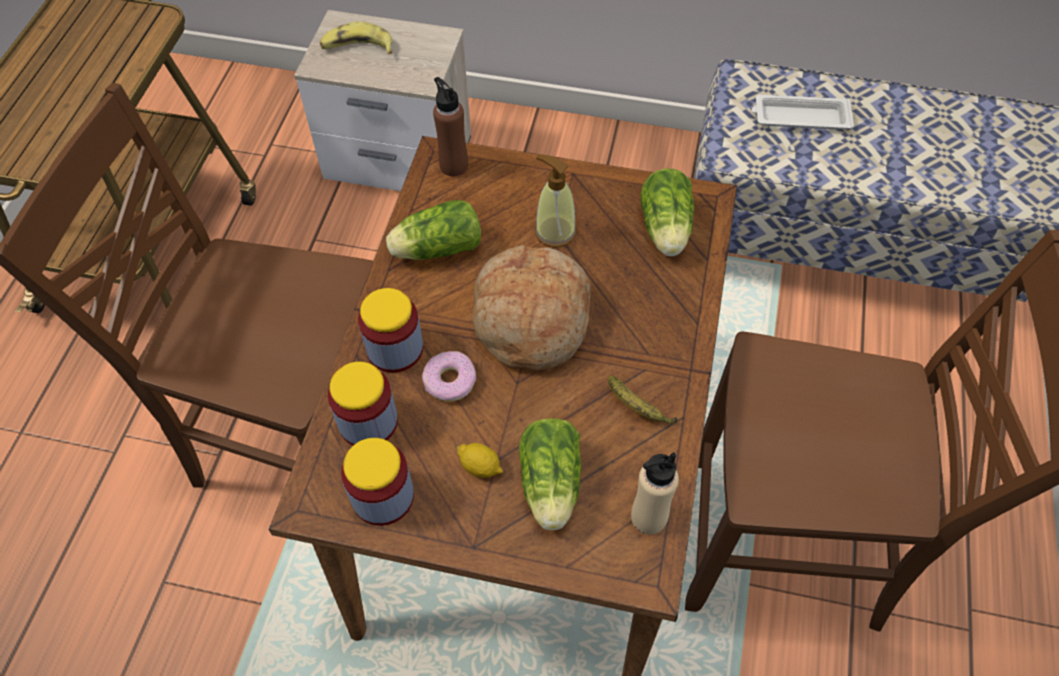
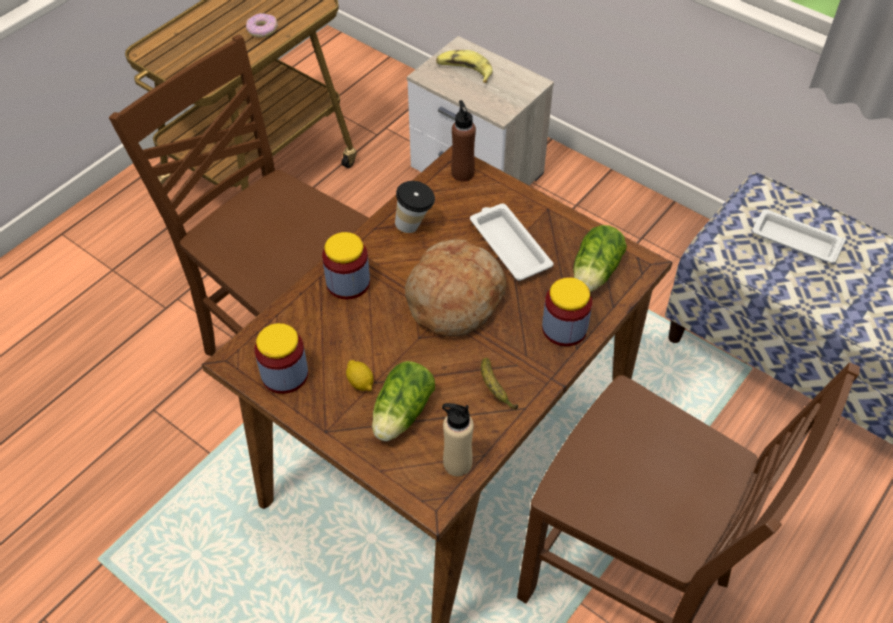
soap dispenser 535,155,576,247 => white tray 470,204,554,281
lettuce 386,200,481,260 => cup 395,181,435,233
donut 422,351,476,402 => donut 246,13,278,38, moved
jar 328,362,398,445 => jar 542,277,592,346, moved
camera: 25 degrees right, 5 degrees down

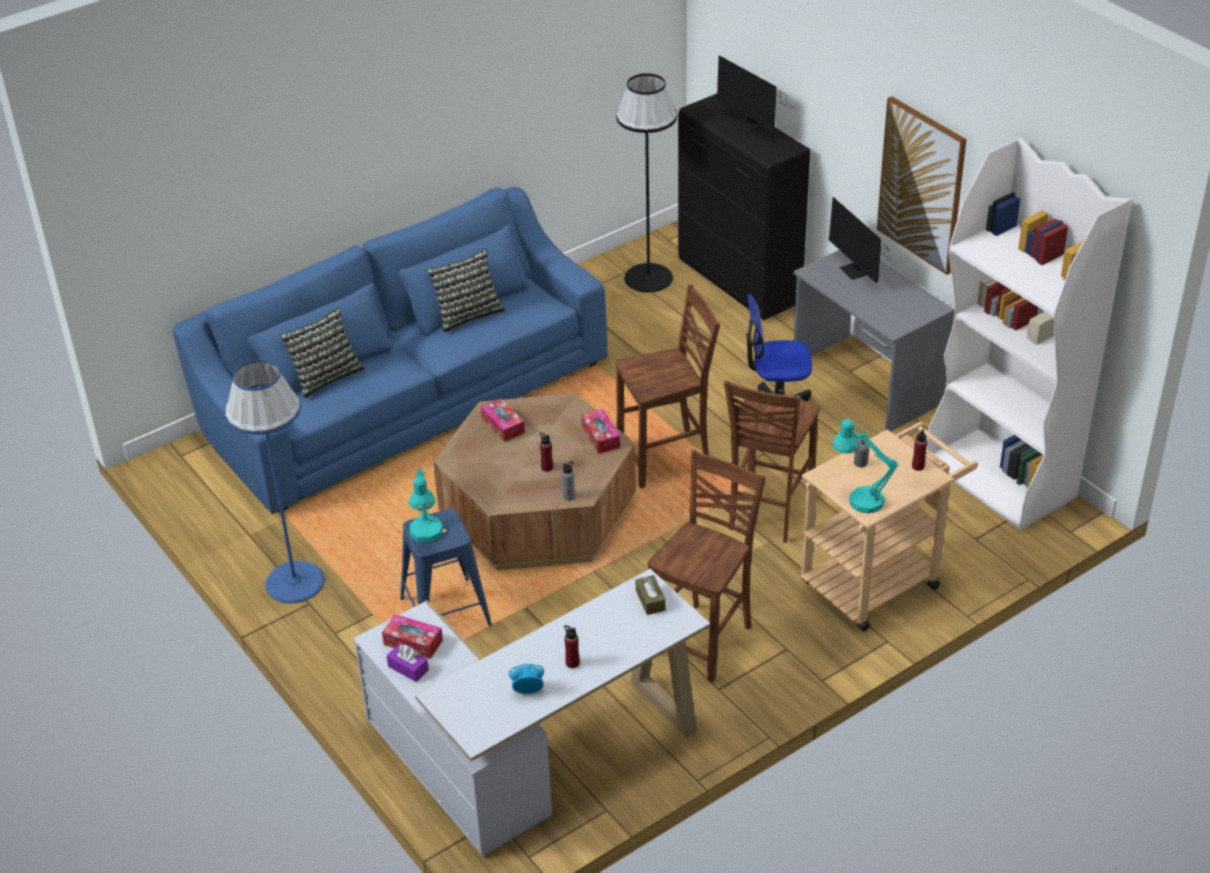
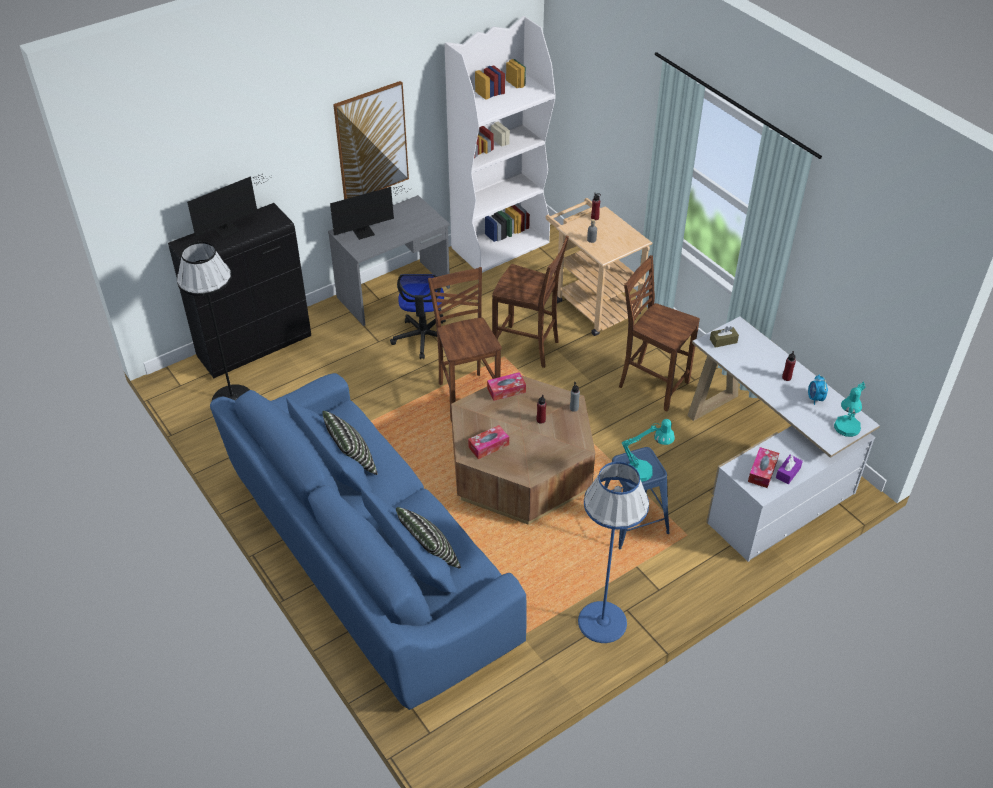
turquoise table lamp 833,419,898,513 => turquoise table lamp 834,383,865,437, moved
camera: 90 degrees left, 5 degrees up

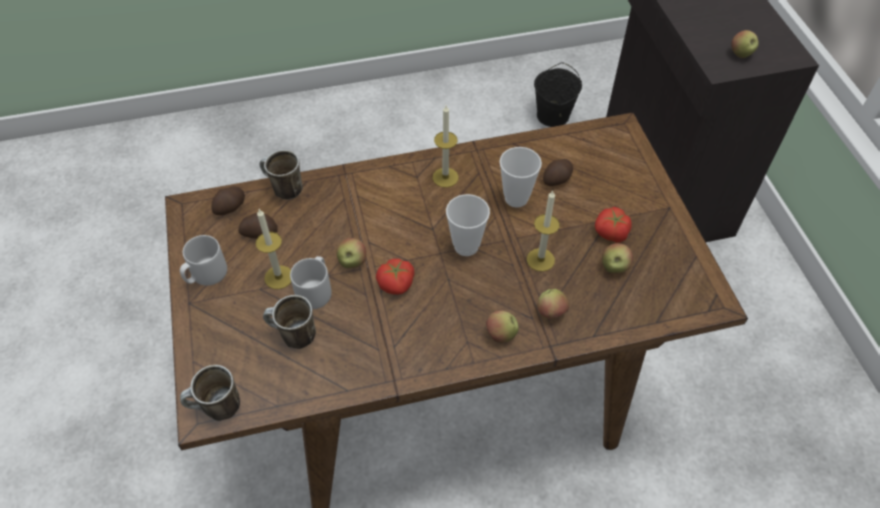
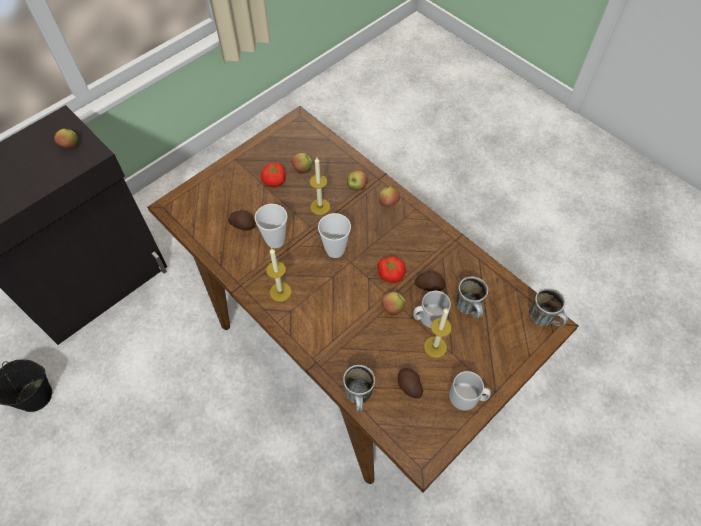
potato 211,186,245,215 => potato 415,271,445,291, moved
camera: 120 degrees left, 5 degrees up

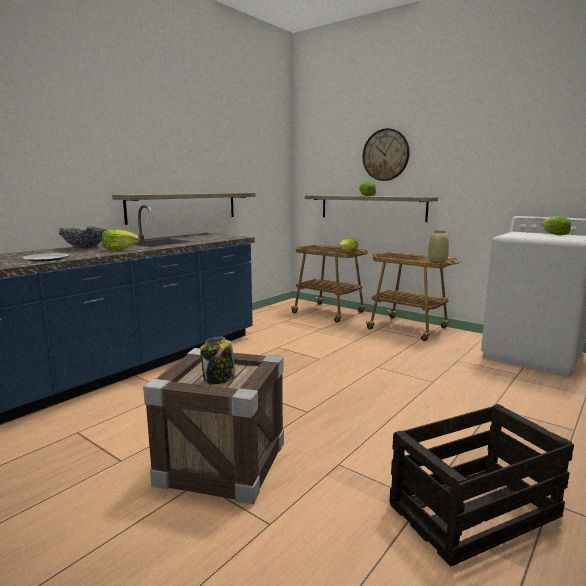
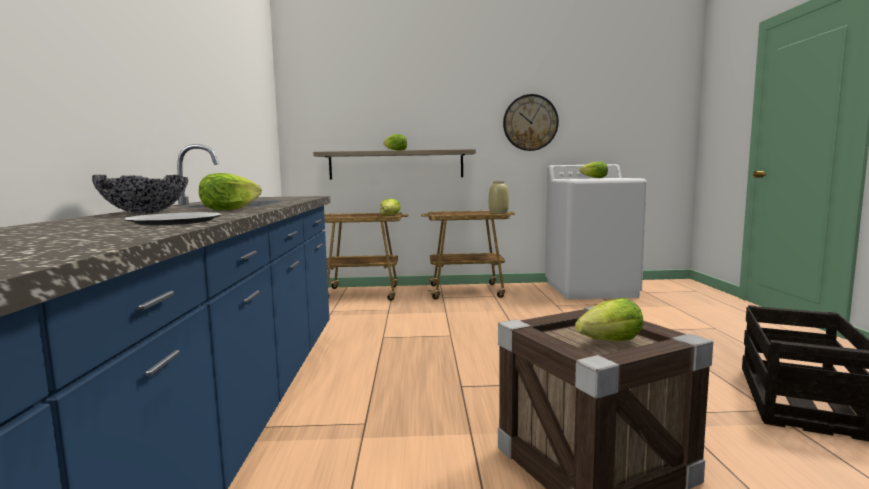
wall clock 363,128,410,181 => wall clock 503,94,559,151, moved
shelf 112,193,256,225 => nothing
jar 200,337,236,385 => lettuce 575,298,644,341
camera: 40 degrees left, 5 degrees down

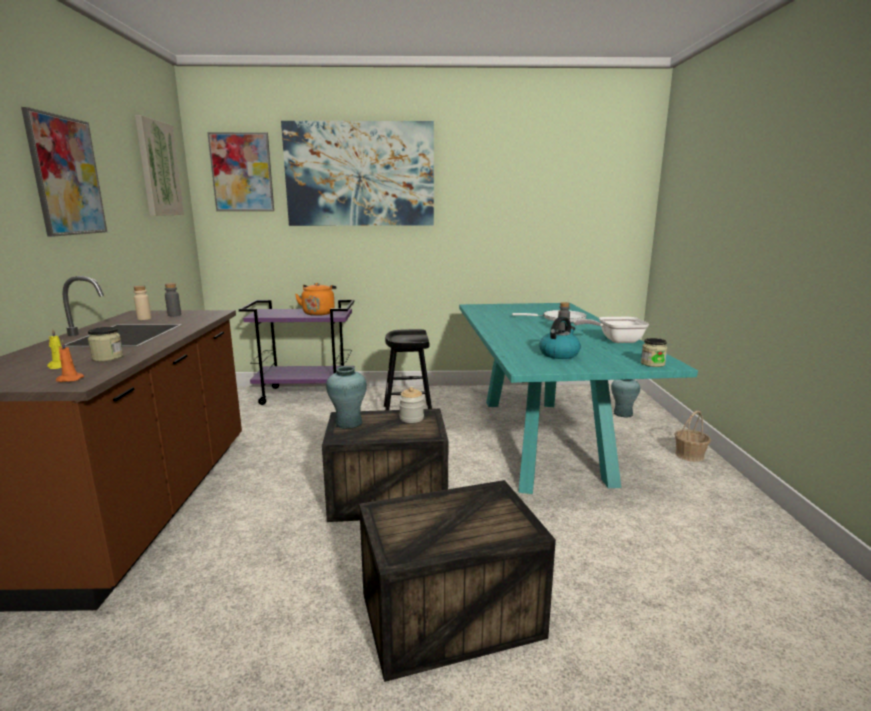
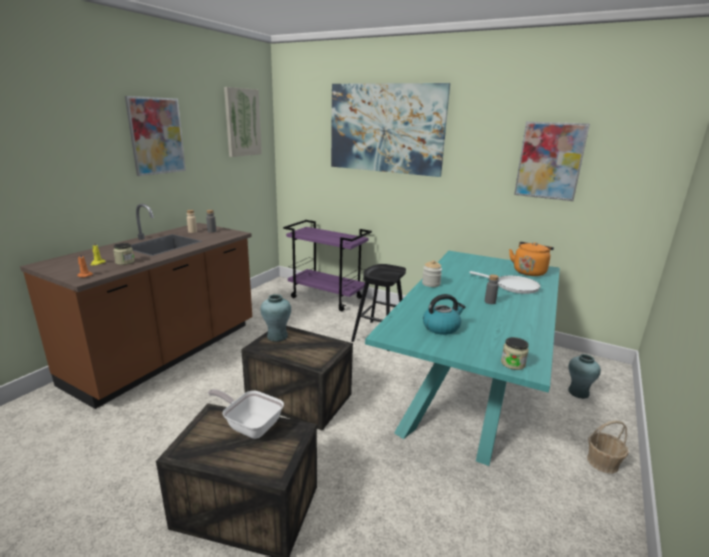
picture 207,132,274,211 => picture 514,122,590,201, moved
orange kettle 295,283,336,316 => orange kettle 509,242,554,276, moved
frying pan 574,317,649,343 => frying pan 208,389,284,439, moved
jar 399,387,424,423 => jar 422,260,442,287, moved
camera: 30 degrees right, 5 degrees up

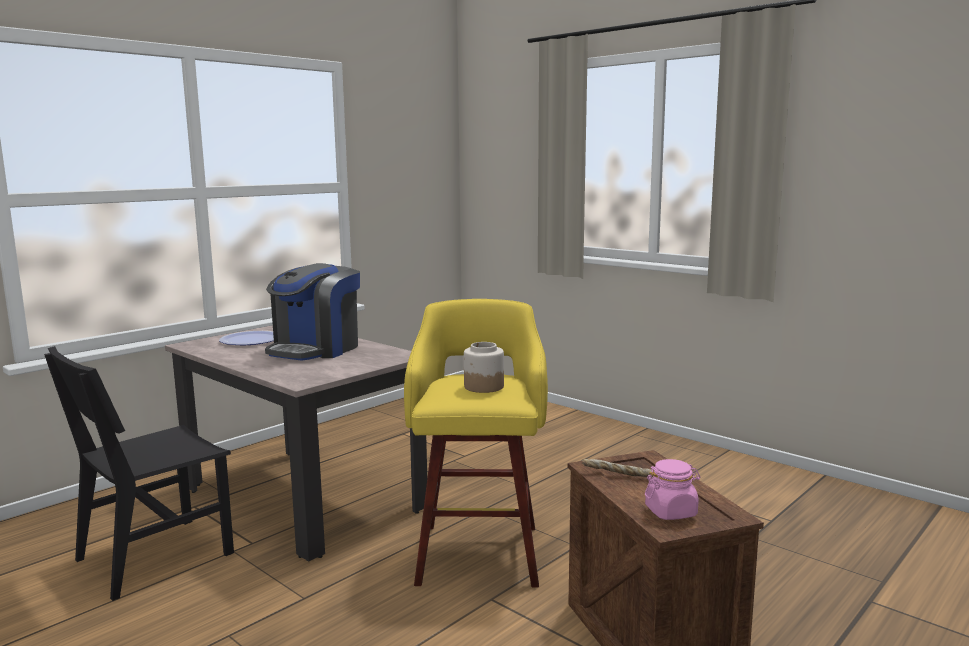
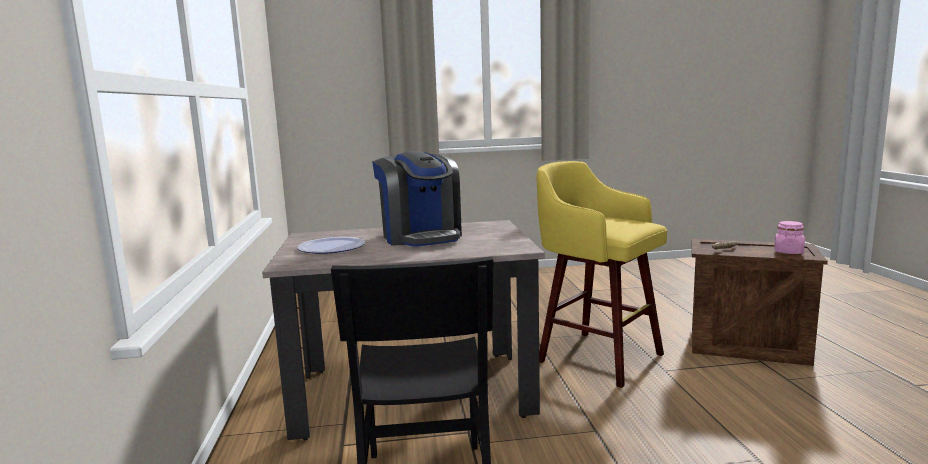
jar 464,342,504,393 => nothing
camera: 50 degrees left, 0 degrees up

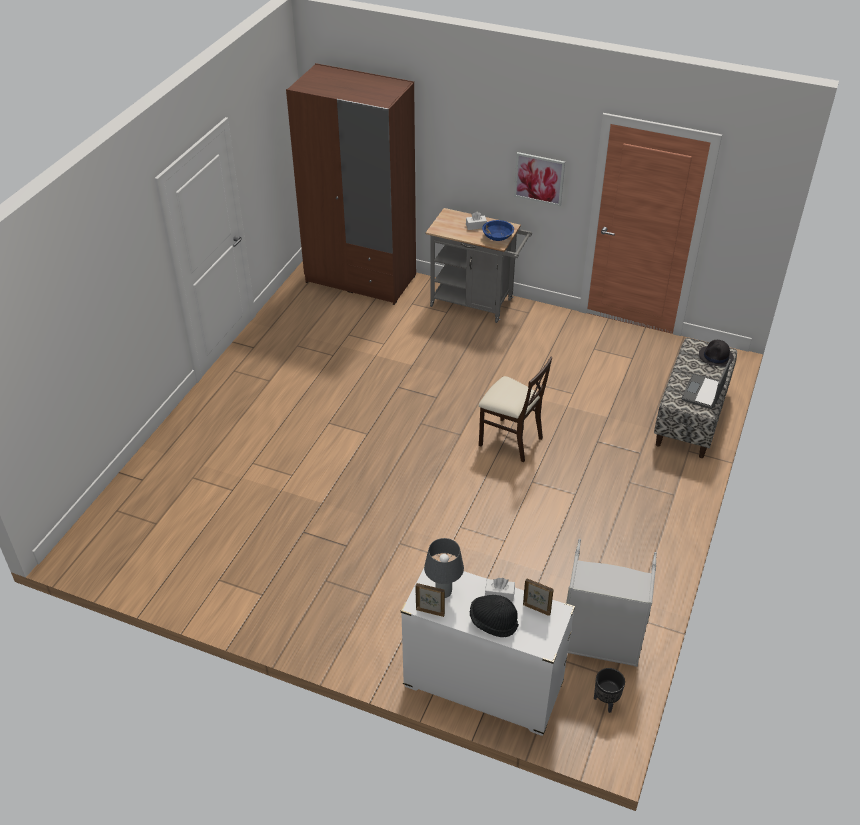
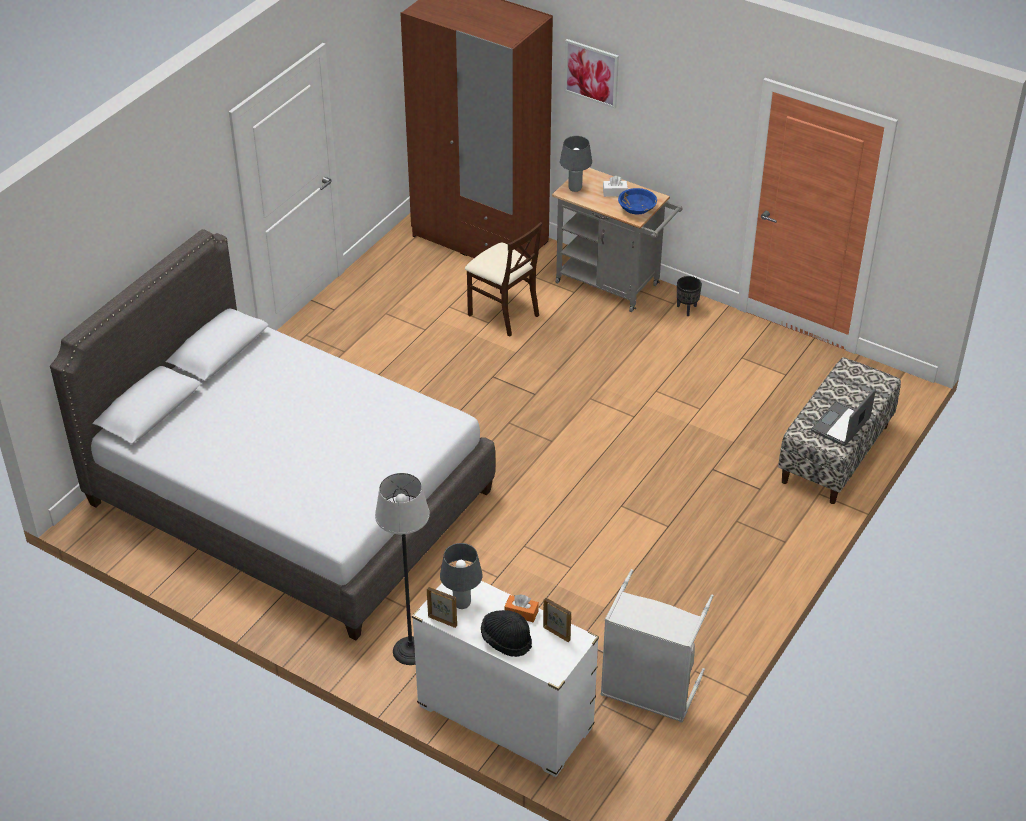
picture 514,152,565,206 => picture 564,39,619,108, moved
black hat 699,340,734,366 => nothing
beige chair 479,357,552,462 => beige chair 465,222,542,337, moved
white tissue box 485,578,515,601 => orange tissue box 504,594,539,622
black planter 594,668,625,713 => black planter 677,276,702,316, moved
nothing => grey table lamp 560,136,592,192
nothing => grey bed 50,229,495,641
nothing => floor lamp 375,473,430,665
camera: 10 degrees right, 0 degrees up

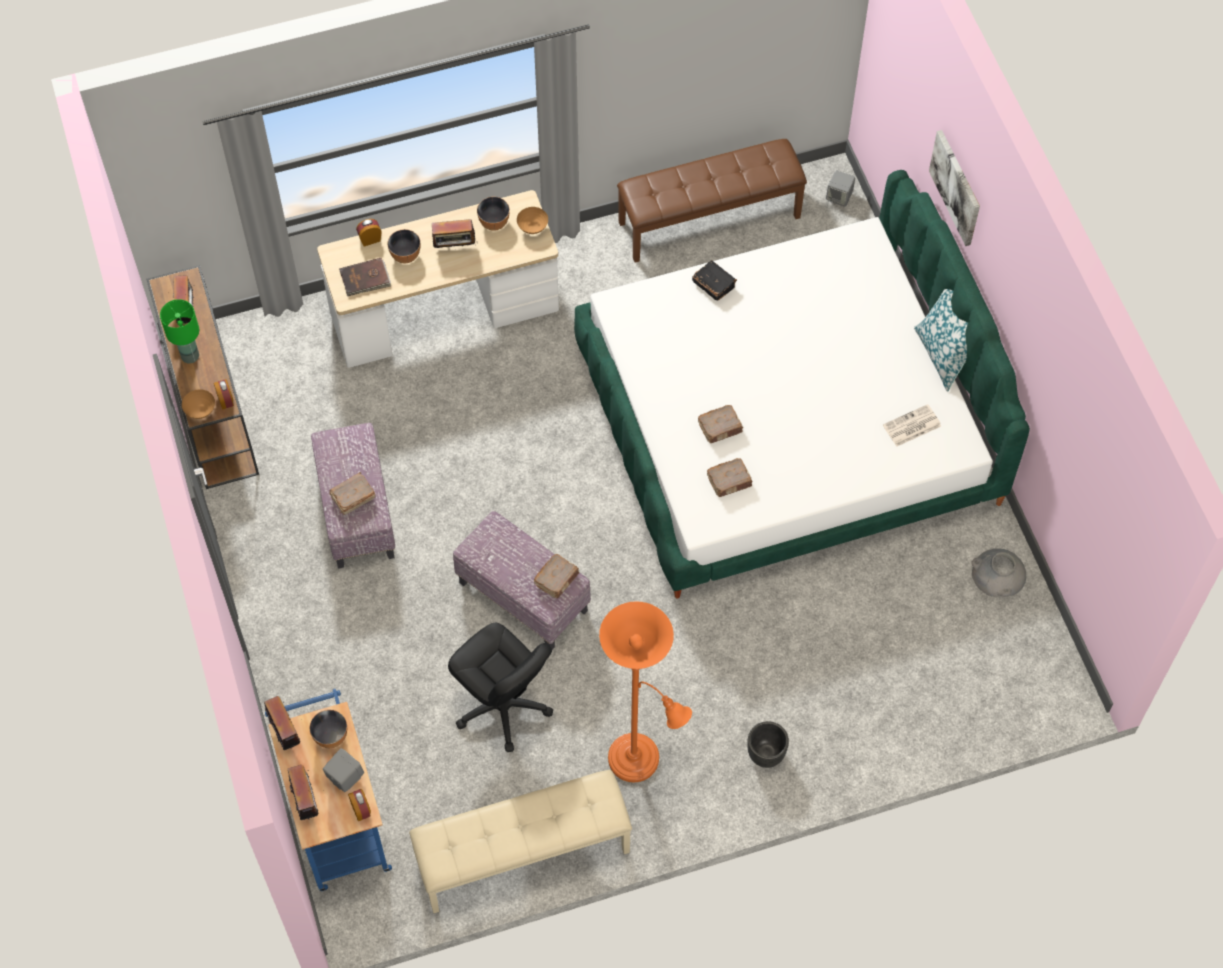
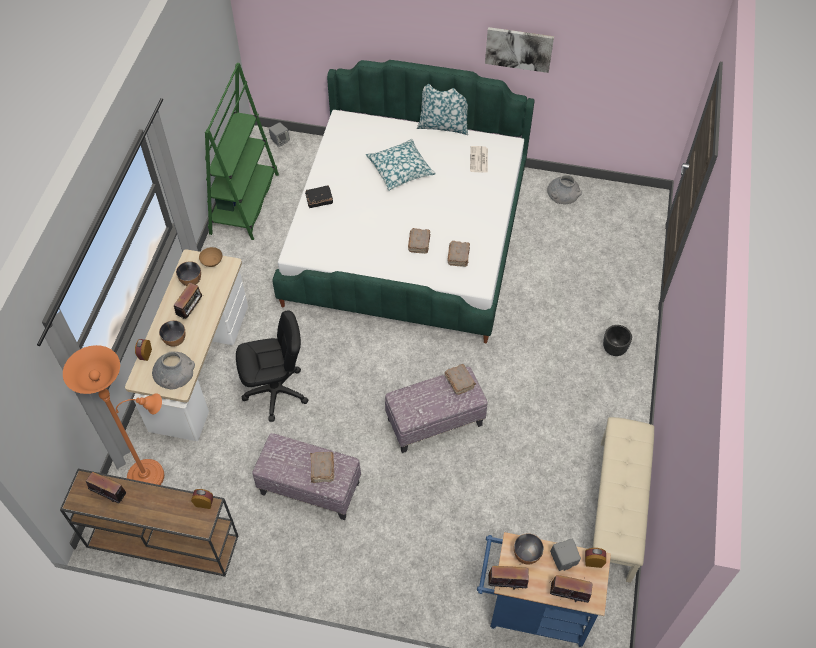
picture 929,130,980,246 => picture 485,27,554,73, moved
brown bench 617,139,807,263 => green bookcase 205,63,279,240
brown book 339,258,391,296 => grey vase 152,351,195,390
green table lamp 160,299,199,363 => nothing
brown bowl 182,389,215,419 => nothing
orange floor lamp 599,601,692,782 => orange floor lamp 63,345,164,485, moved
black office chair 448,623,553,752 => black office chair 236,311,308,422, moved
nothing => pillow 366,139,436,191
camera: 60 degrees left, 5 degrees down

